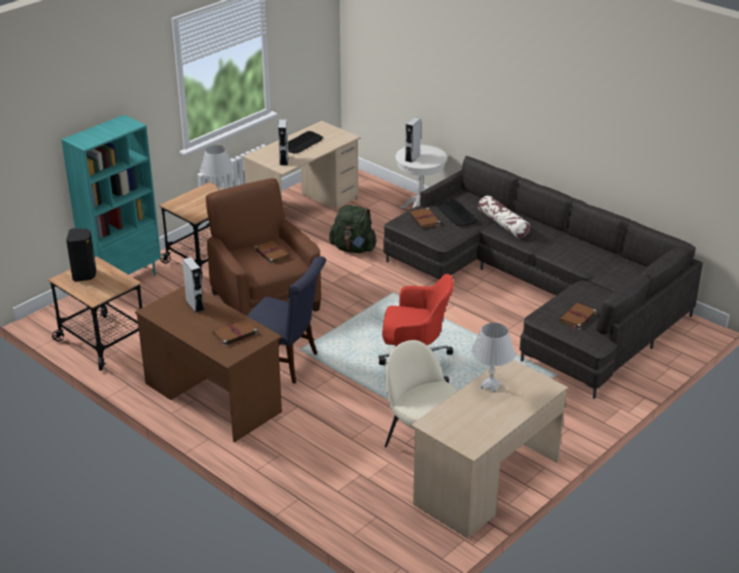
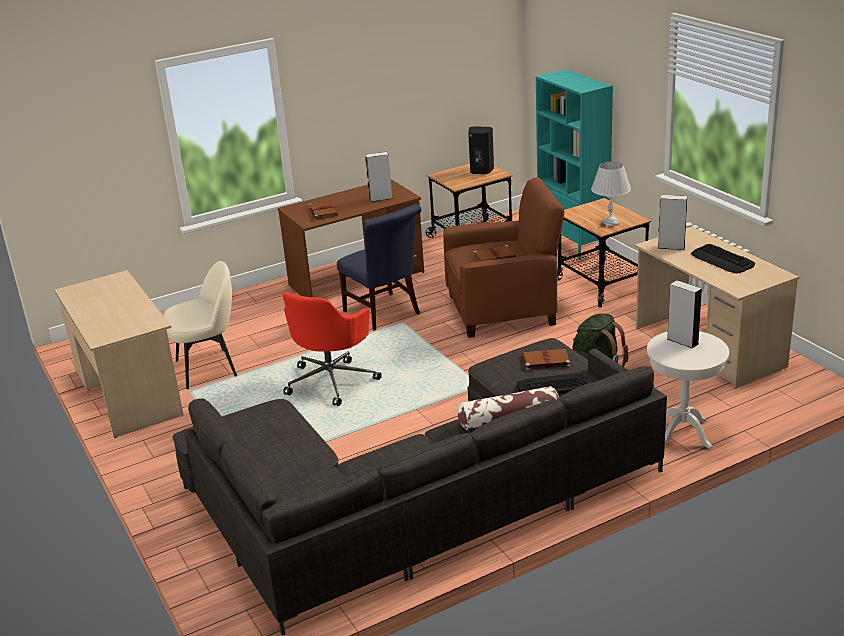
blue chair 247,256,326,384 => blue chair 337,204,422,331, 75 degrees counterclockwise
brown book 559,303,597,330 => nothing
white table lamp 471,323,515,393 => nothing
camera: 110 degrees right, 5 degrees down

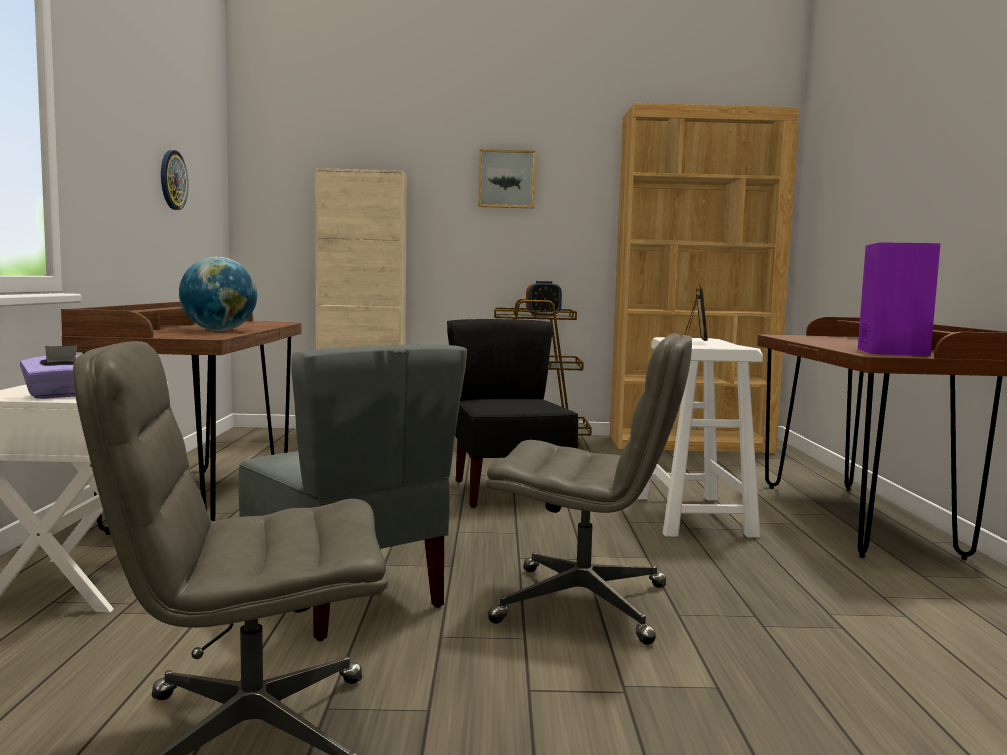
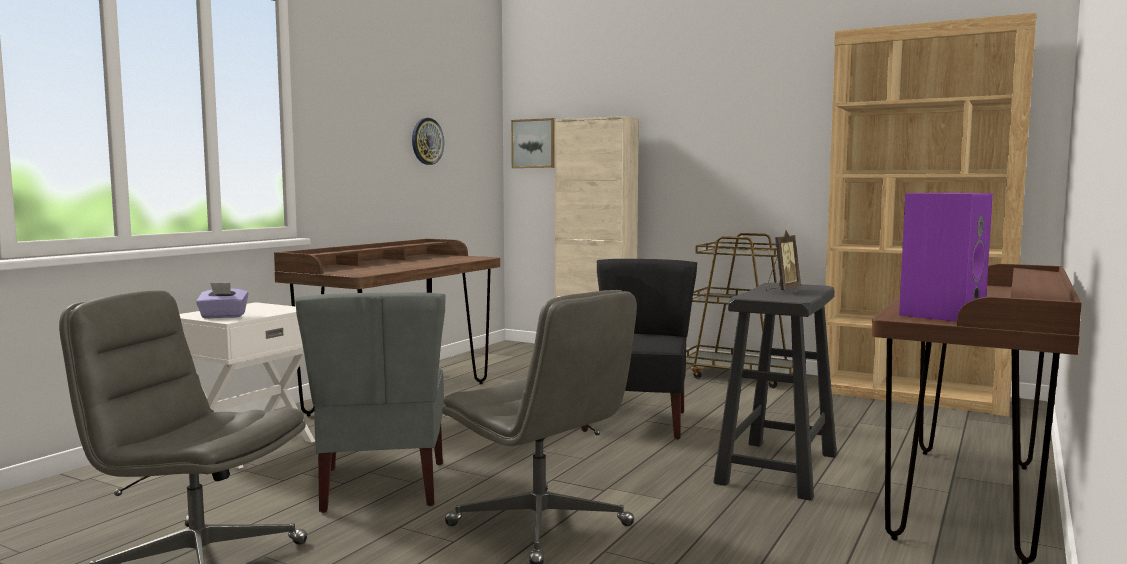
picture 478,149,536,208 => picture 511,118,555,168, moved
globe 179,257,257,331 => nothing
alarm clock 526,281,562,317 => nothing
white stool 637,337,763,538 => black stool 713,283,837,501
camera: 30 degrees right, 0 degrees up

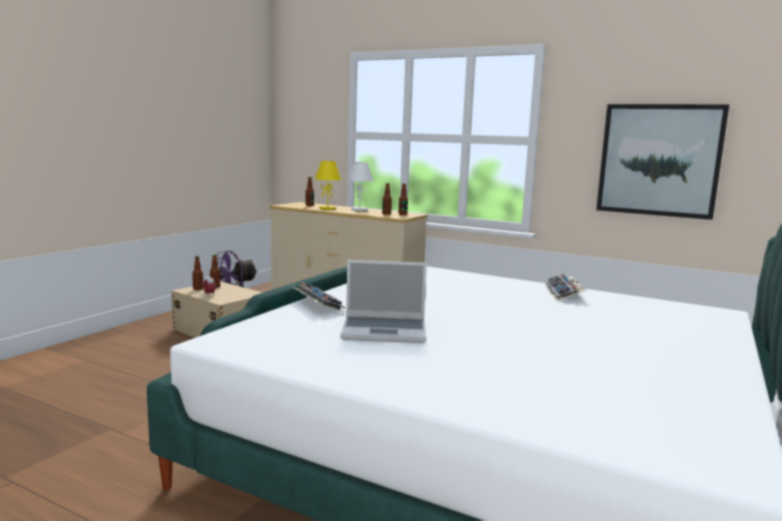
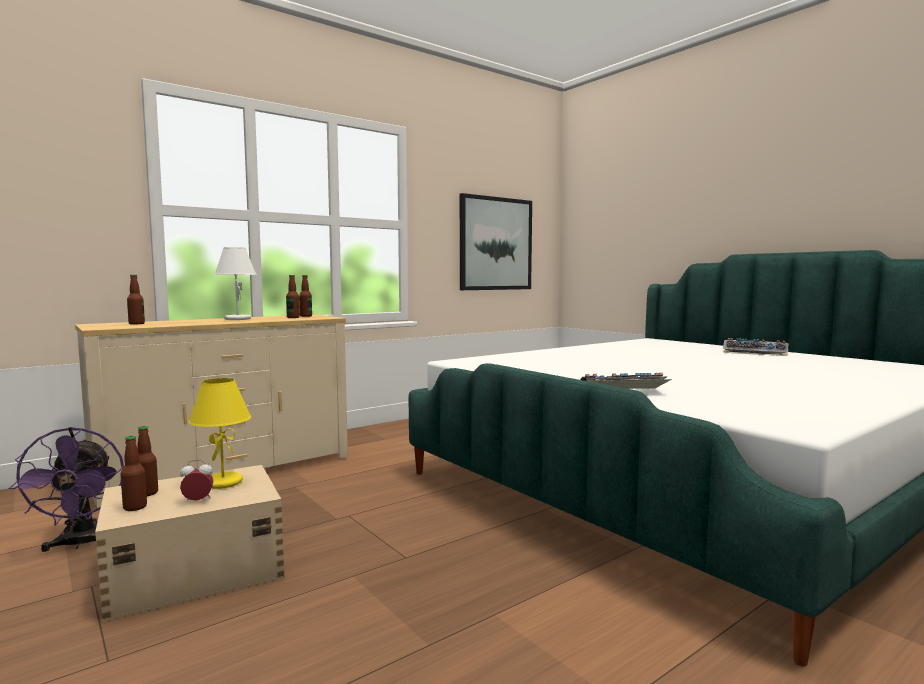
yellow table lamp 315,161,341,210 => yellow table lamp 188,378,251,489, moved
laptop 340,260,427,343 => nothing
keyboard 545,274,587,301 => keyboard 723,338,788,356, moved
camera: 65 degrees left, 5 degrees down

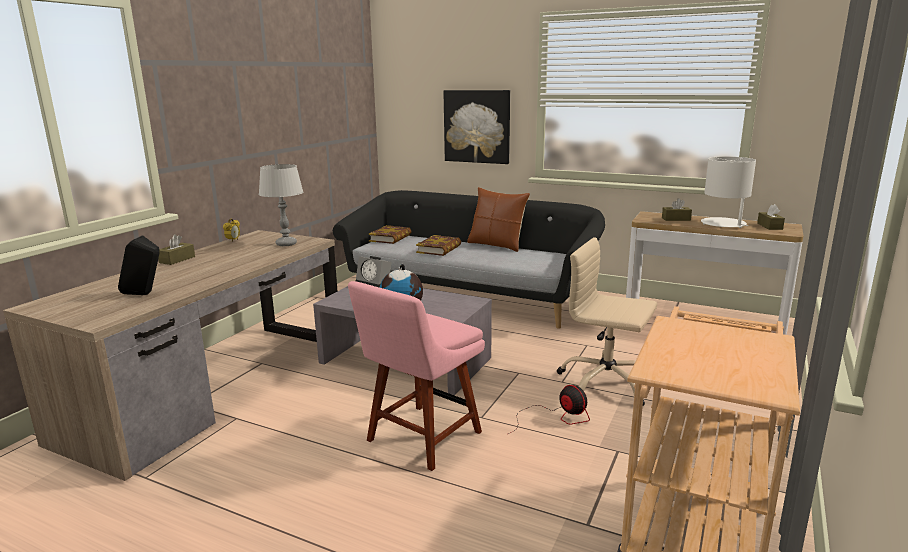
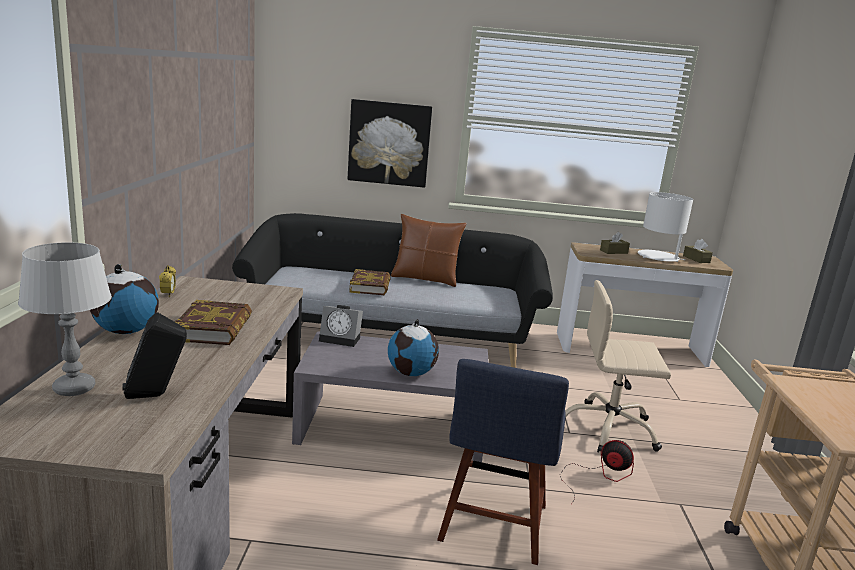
grey table lamp 259,164,303,246 => grey table lamp 18,242,112,396, moved
book 368,225,412,244 => book 175,300,252,345, moved
brown tissue box 158,234,195,265 => globe 90,264,159,334
pink chair 348,281,485,471 => blue chair 437,359,569,565
camera: 25 degrees left, 0 degrees up

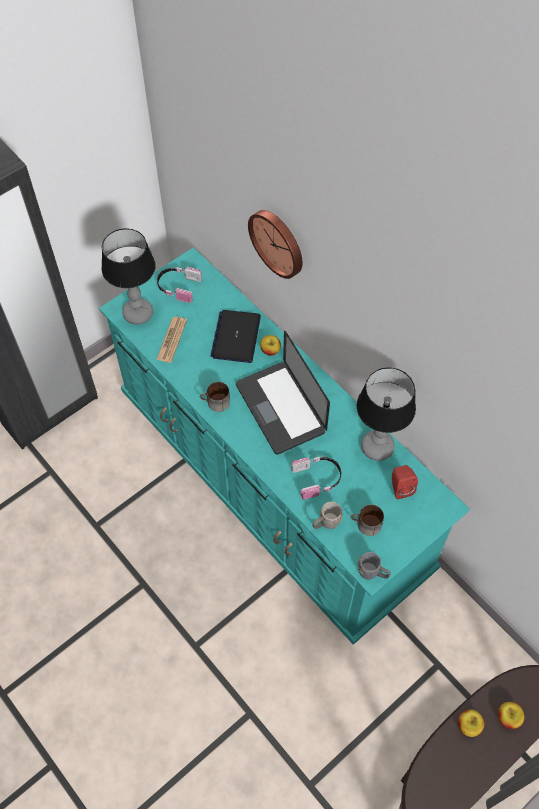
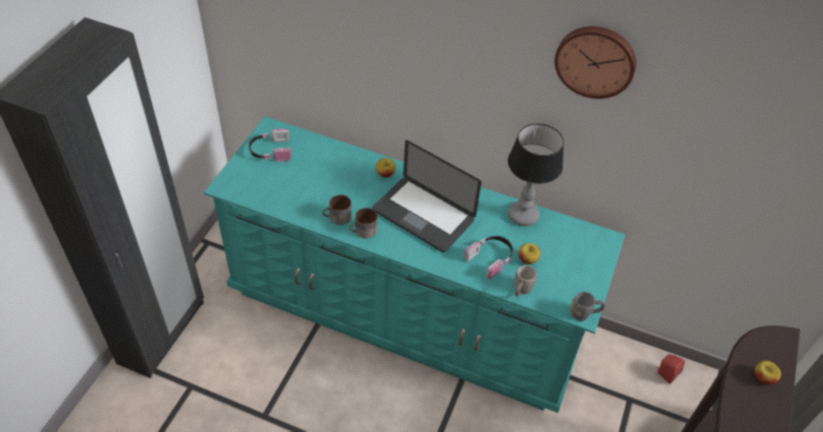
wall clock 248,210,302,279 => wall clock 554,26,636,99, moved
table lamp 101,228,156,325 => nothing
laptop 211,310,261,363 => nothing
newspaper 156,317,187,363 => nothing
red speaker 392,465,418,499 => red speaker 656,354,685,384, moved
mug 351,504,384,536 => mug 322,195,352,225, moved
apple 458,710,485,737 => apple 519,243,540,264, moved
camera: 30 degrees left, 10 degrees down

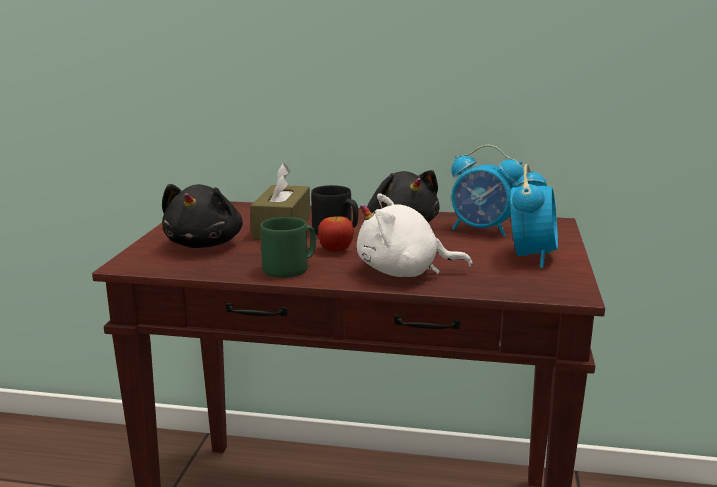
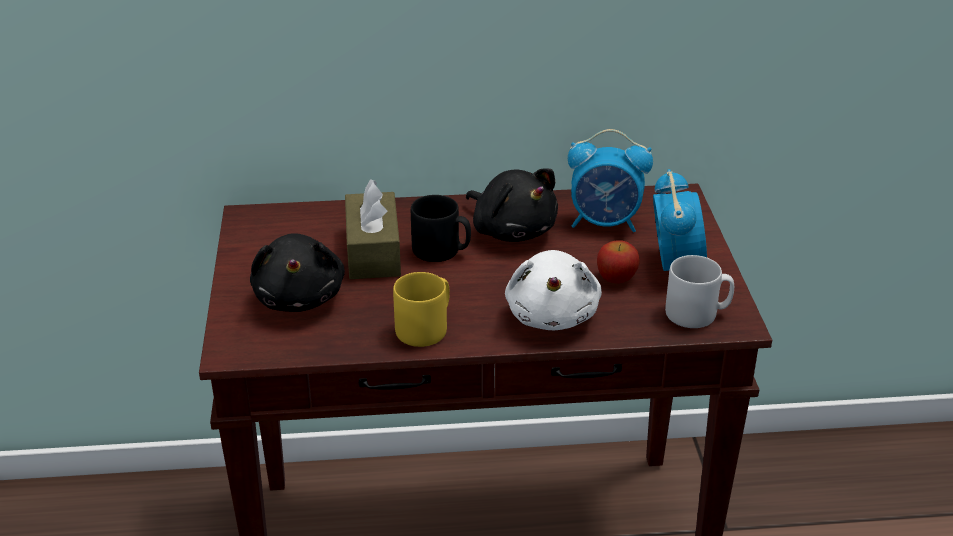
white plush toy 357,194,472,277 => white plush toy 505,250,602,330, 75 degrees counterclockwise
apple 318,216,354,252 => apple 597,240,640,284, moved
green mug 260,217,316,278 => yellow mug 393,272,450,347
nothing => grey mug 665,255,734,328
camera: 15 degrees left, 15 degrees up

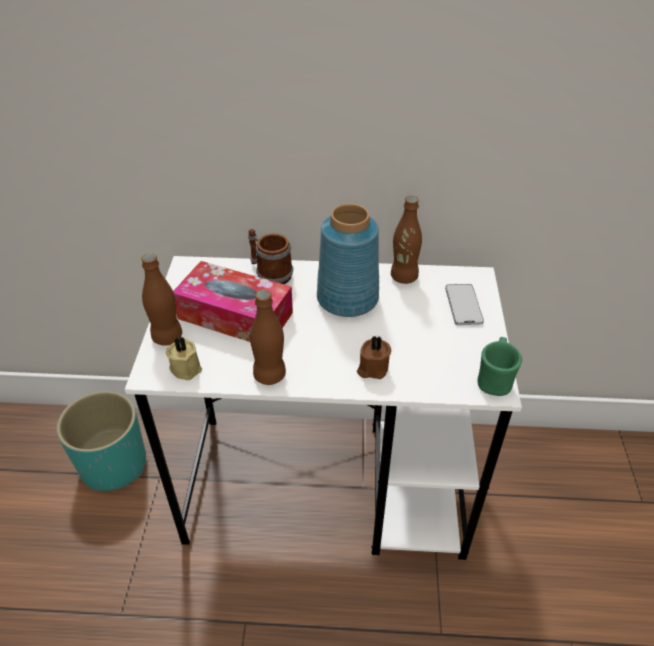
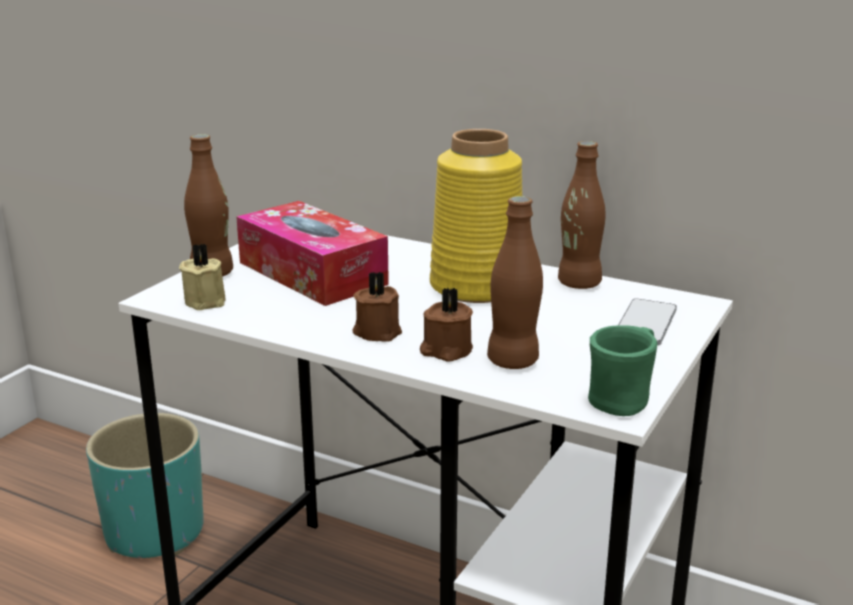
blue vase 317,203,379,317 => yellow vase 430,129,523,303
mug 248,229,293,284 => nothing
brown bottle 250,290,286,385 => brown bottle 487,196,543,369, moved
nothing => brown candle 353,271,402,342
camera: 25 degrees right, 20 degrees down

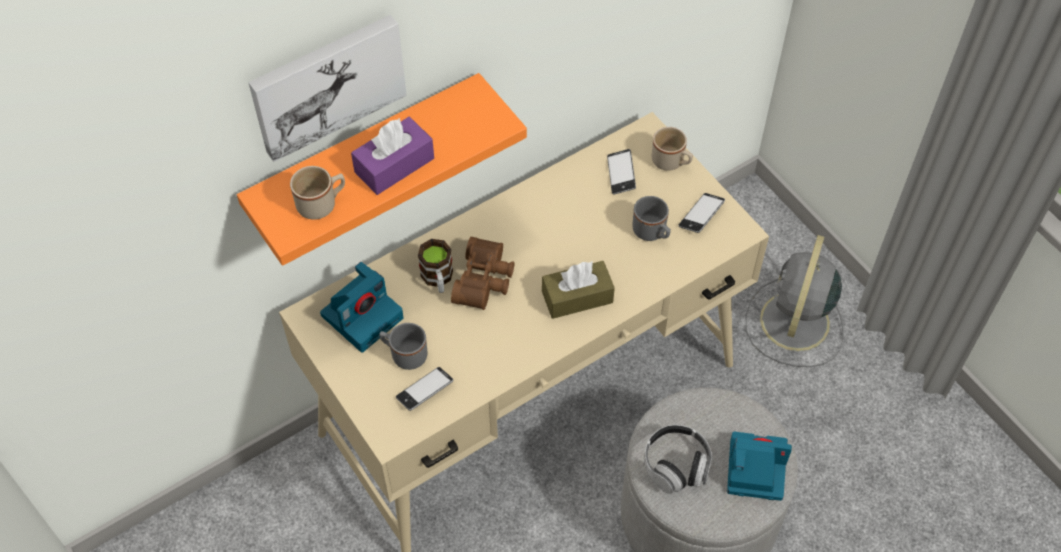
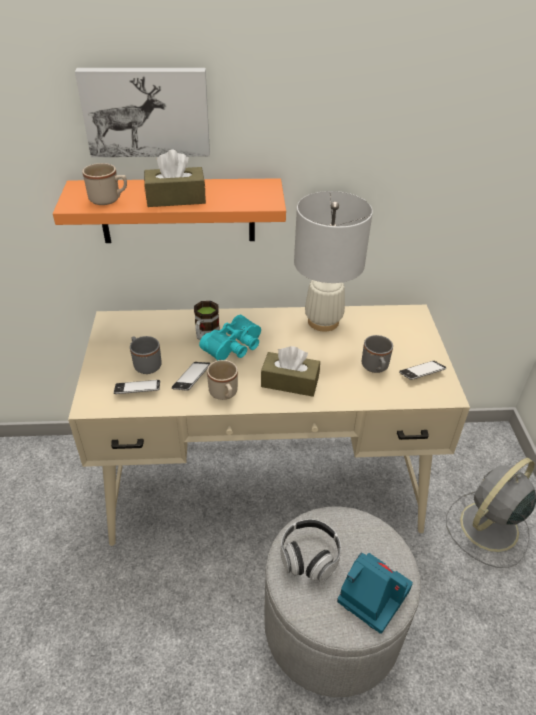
purple tissue box 351,117,434,195 => brown tissue box 144,149,206,207
beige mug 652,127,693,171 => beige mug 207,360,238,400, moved
phone 607,149,636,194 => phone 172,362,210,391, moved
brown binoculars 451,237,514,310 => turquoise binoculars 199,315,261,360
photo camera 320,262,404,353 => nothing
nothing => white table lamp 294,191,373,332
camera: 30 degrees right, 15 degrees down

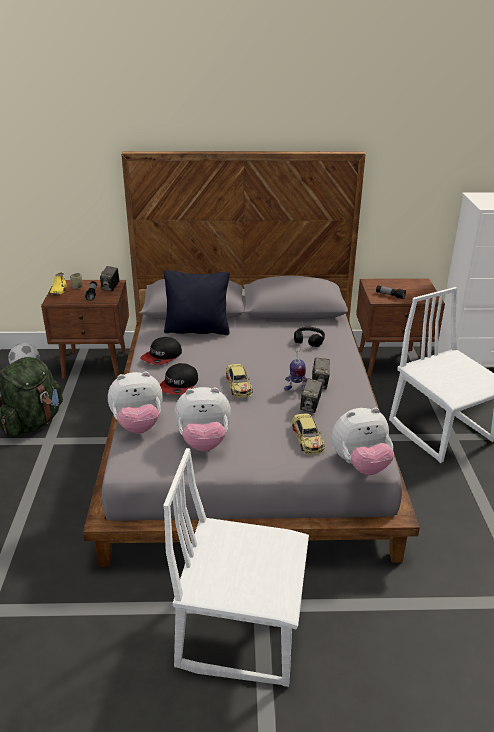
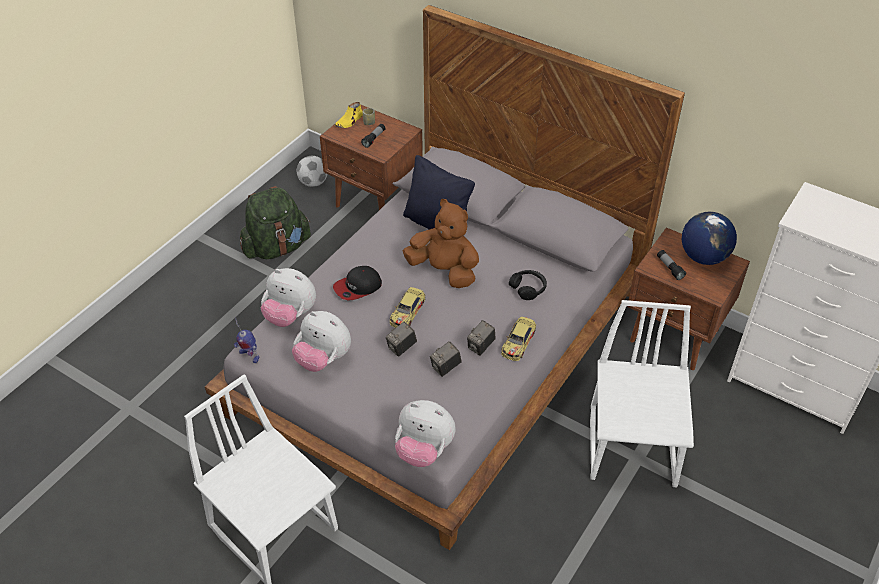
photo camera 100,266,119,292 => photo camera 386,322,417,357, moved
cap 141,337,182,365 => nothing
toy robot 284,345,307,391 => toy robot 234,318,259,363, moved
toy car 292,414,325,455 => toy car 501,317,536,361, moved
nothing => brown plush toy 403,199,479,288
nothing => globe 682,212,737,265
camera: 35 degrees right, 15 degrees up

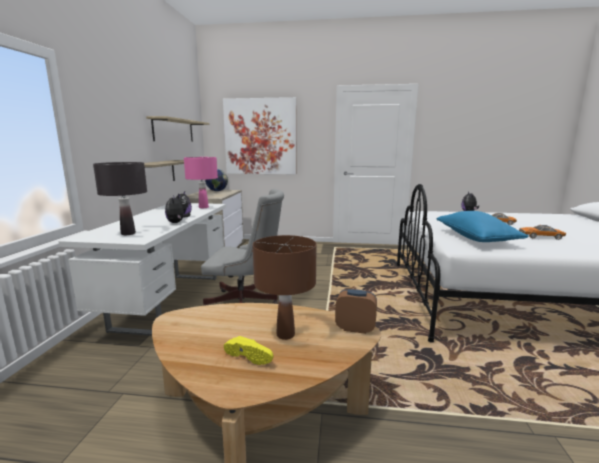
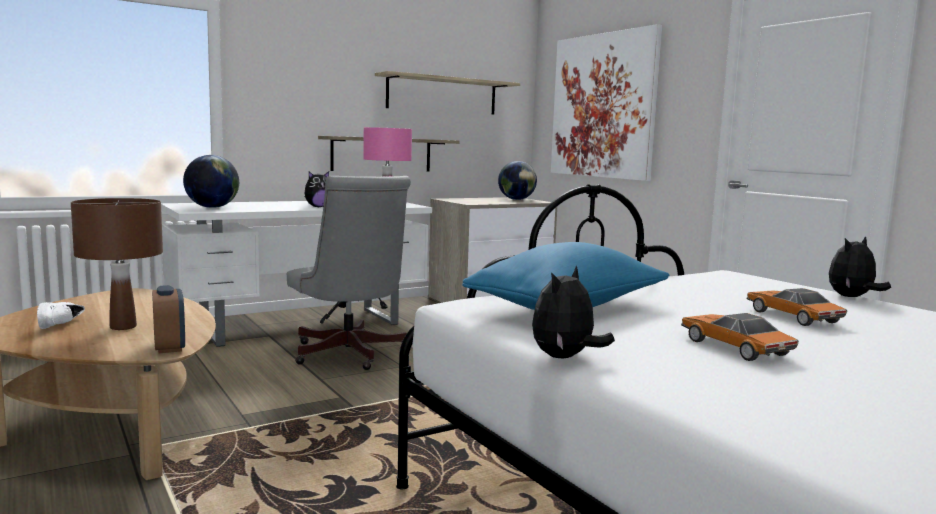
black table lamp 93,162,147,235 => globe 183,155,239,208
plush toy 165,195,191,223 => plush toy 532,266,615,358, moved
yellow shoe 224,336,274,365 => white shoe 37,302,85,329
camera: 50 degrees right, 5 degrees down

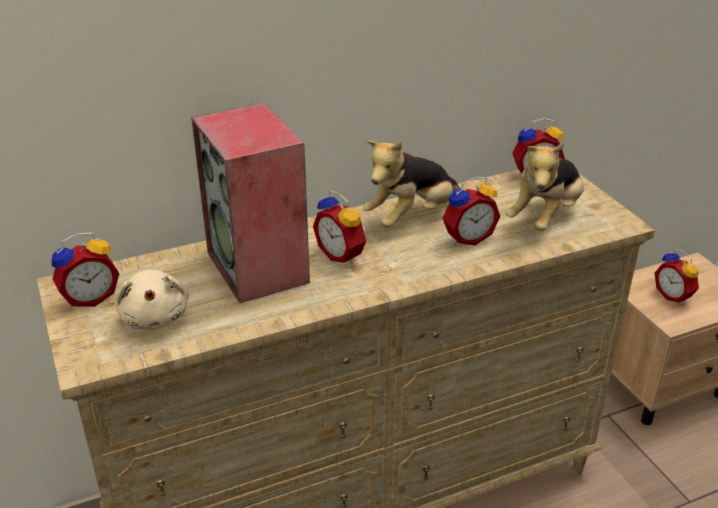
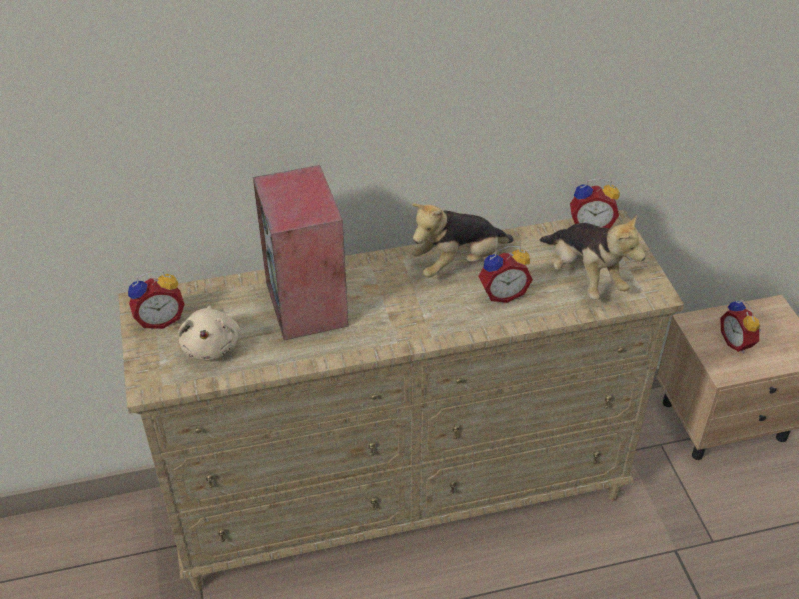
plush toy 506,143,584,231 => plush toy 539,215,646,300, 75 degrees counterclockwise
alarm clock 313,190,366,265 => nothing
camera: 10 degrees right, 10 degrees up

